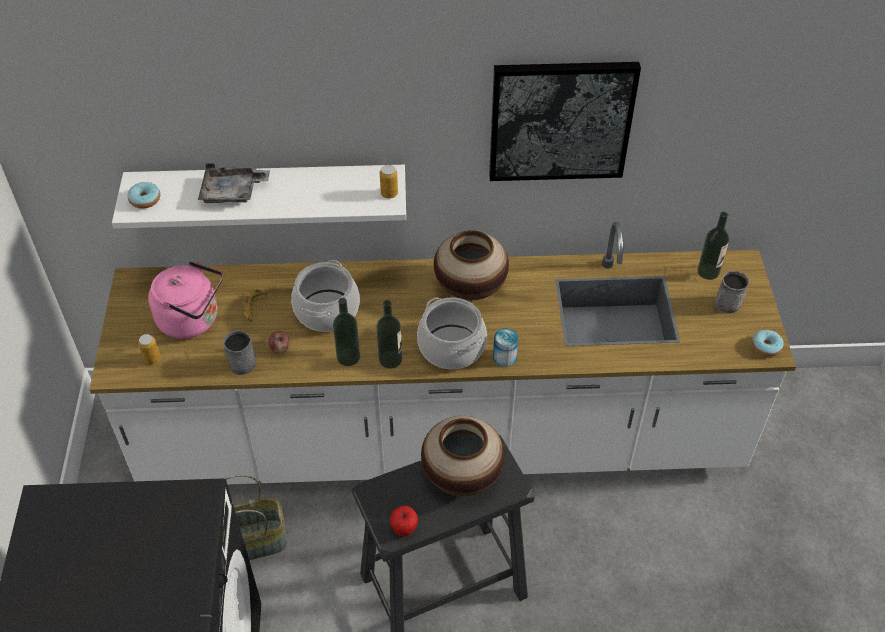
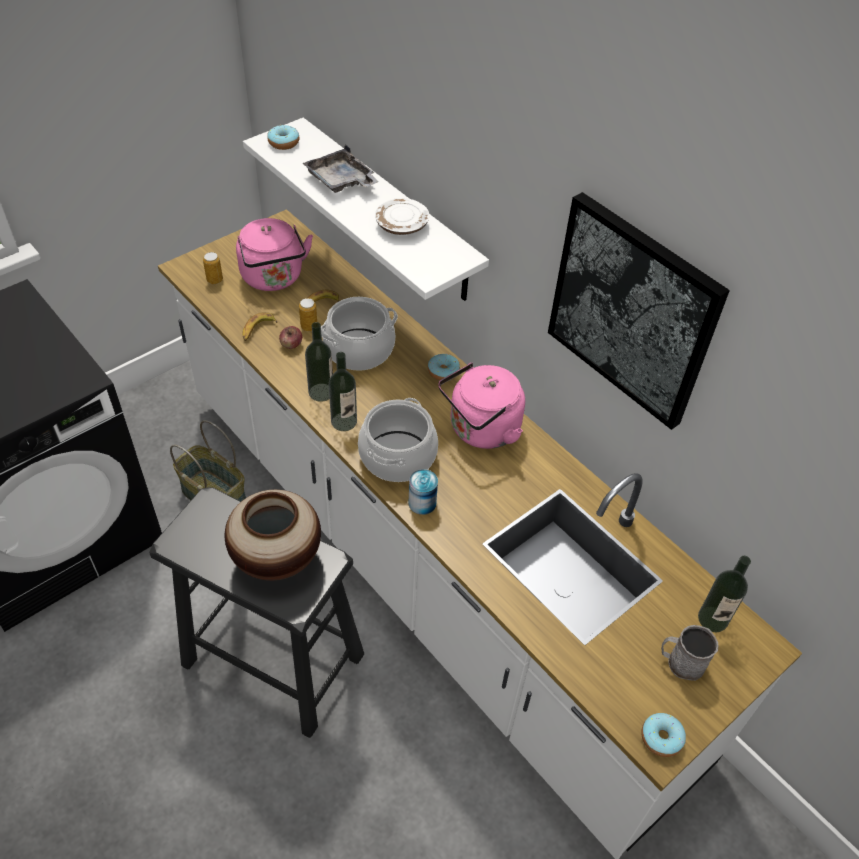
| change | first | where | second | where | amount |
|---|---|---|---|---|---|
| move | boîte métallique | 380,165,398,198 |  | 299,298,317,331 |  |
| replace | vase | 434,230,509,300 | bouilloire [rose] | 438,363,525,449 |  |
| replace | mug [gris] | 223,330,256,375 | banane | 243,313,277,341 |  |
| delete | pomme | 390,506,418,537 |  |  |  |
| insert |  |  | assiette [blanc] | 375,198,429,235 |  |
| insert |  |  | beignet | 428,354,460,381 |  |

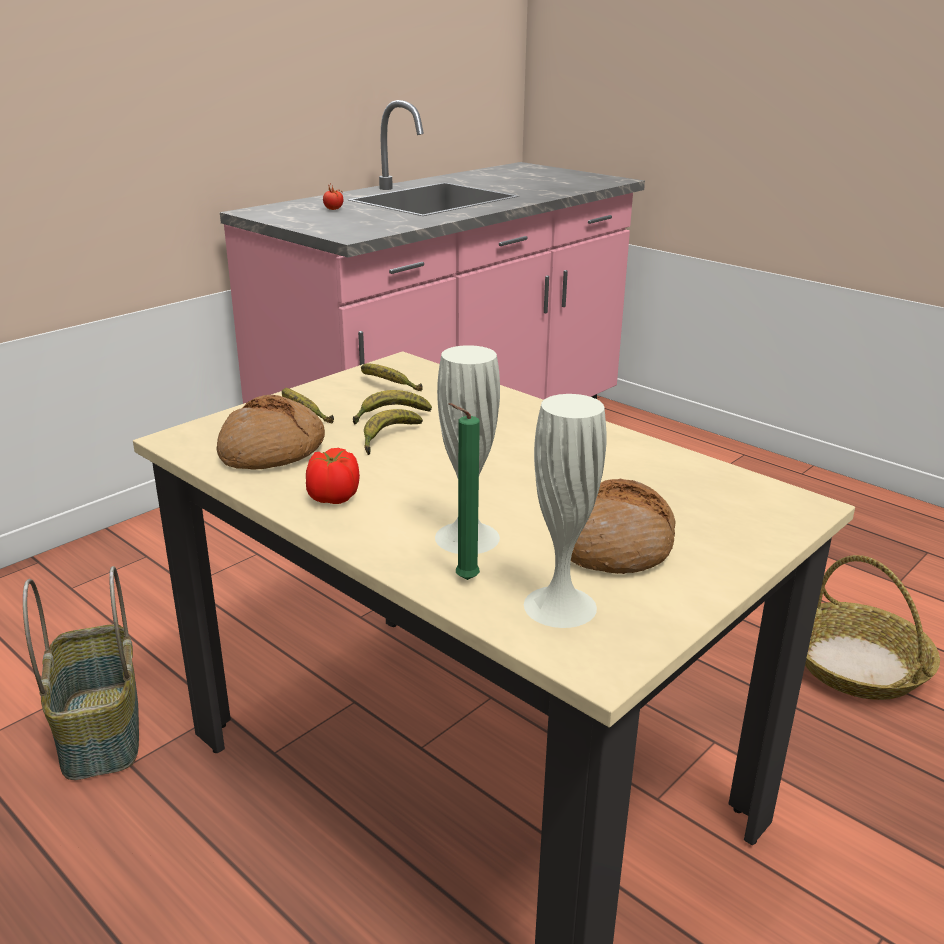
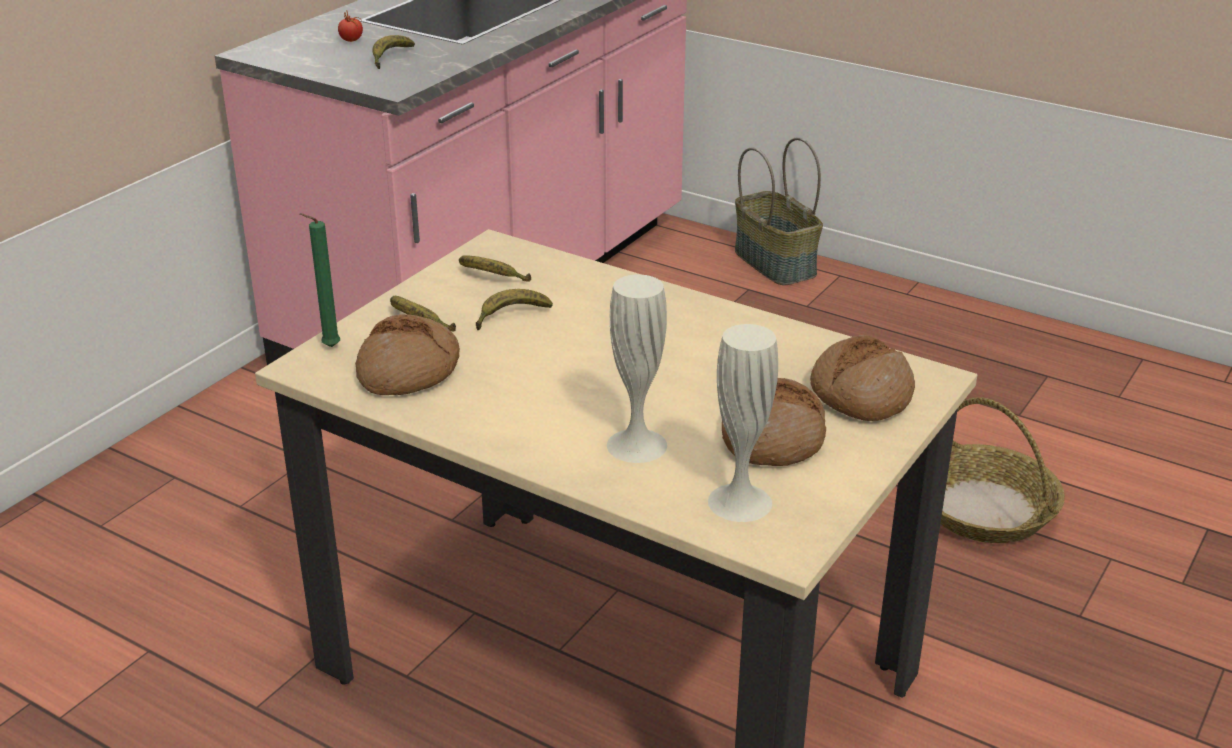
| change | first | where | second | where | amount |
|---|---|---|---|---|---|
| move | bougie [vert] | 448,403,480,580 |  | 300,213,340,347 |  |
| move | banane | 364,409,423,455 |  | 372,35,415,69 |  |
| delete | tomate | 306,448,360,504 |  |  |  |
| move | panier | 23,566,139,780 |  | 735,137,823,285 |  |
| insert |  |  | pain | 810,335,915,421 |  |

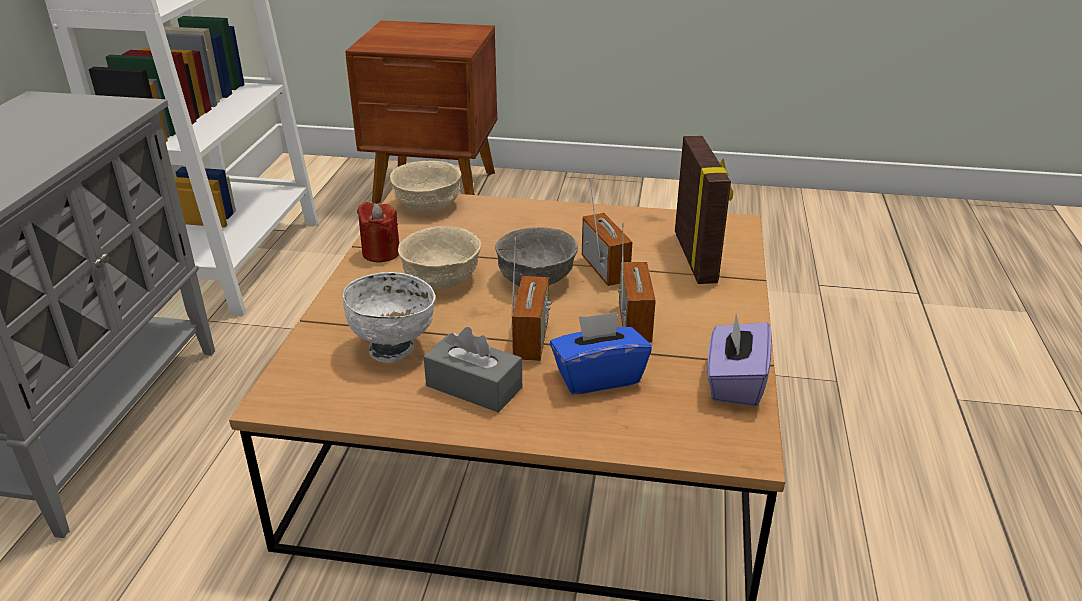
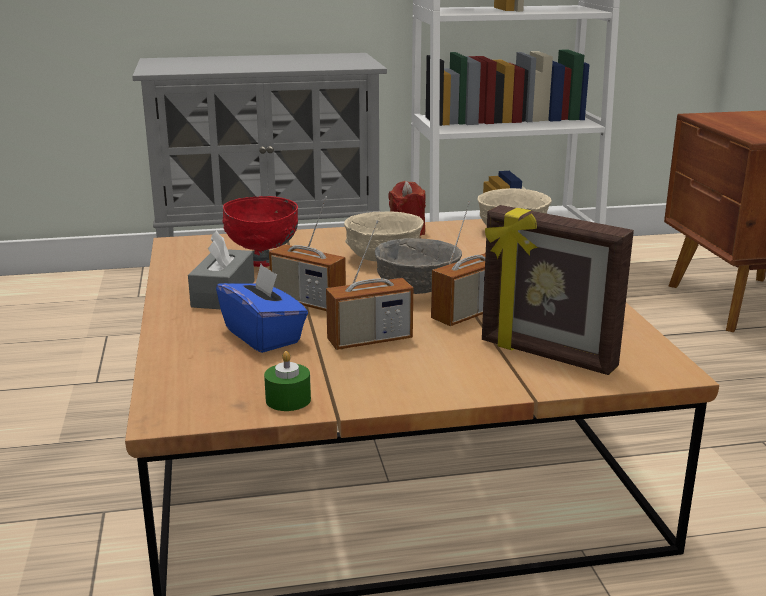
| change | first | where | second | where | amount |
|---|---|---|---|---|---|
| rotate | cadre photo | 675,135,733,284 |  | 482,205,634,375 | 60 degrees clockwise |
| rotate | radio | 511,236,551,361 |  | 269,196,346,311 | 45 degrees clockwise |
| recolor | bol [blanc] | 343,272,435,362 | bol [rouge] | 223,196,298,267 |  |
| replace | boîte à mouchoirs [violet] | 707,314,772,407 | bougie [vert] | 264,351,311,411 |  |

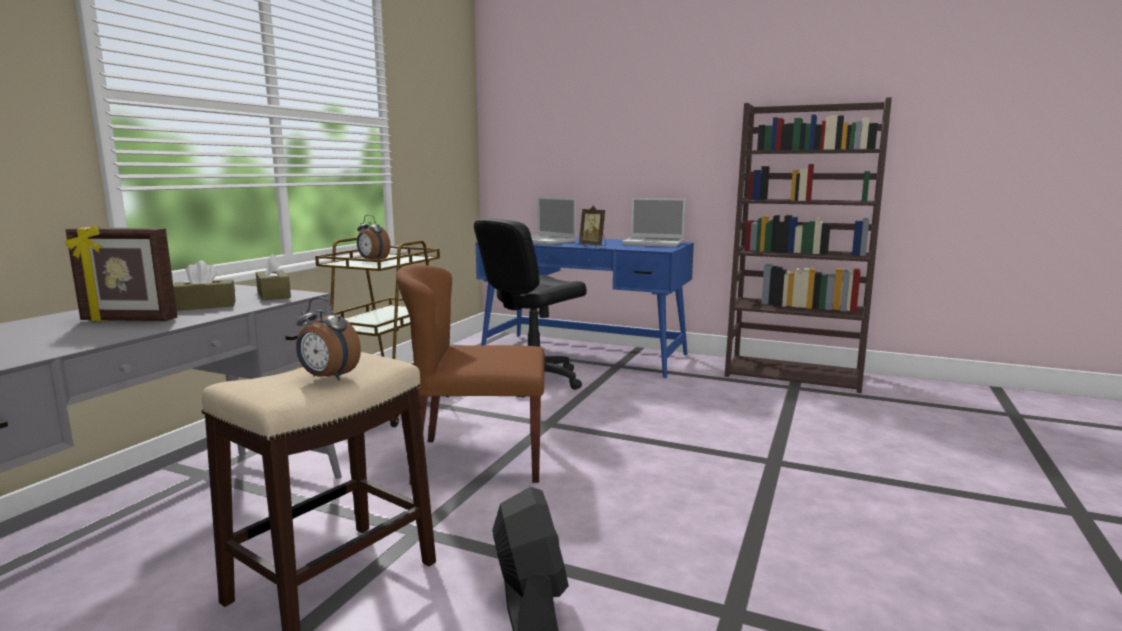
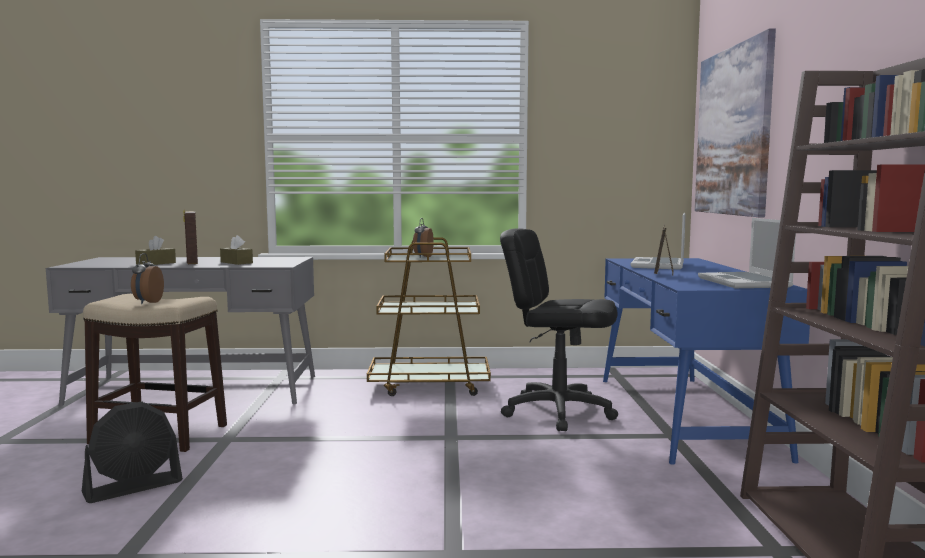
| change | first | where | second | where | amount |
|---|---|---|---|---|---|
| move | boîte à mouchoirs [marron] | 256,254,291,300 |  | 135,236,176,265 |  |
| delete | chaise [marron] | 396,265,545,485 |  |  |  |
| insert |  |  | tableau | 695,29,776,217 |  |

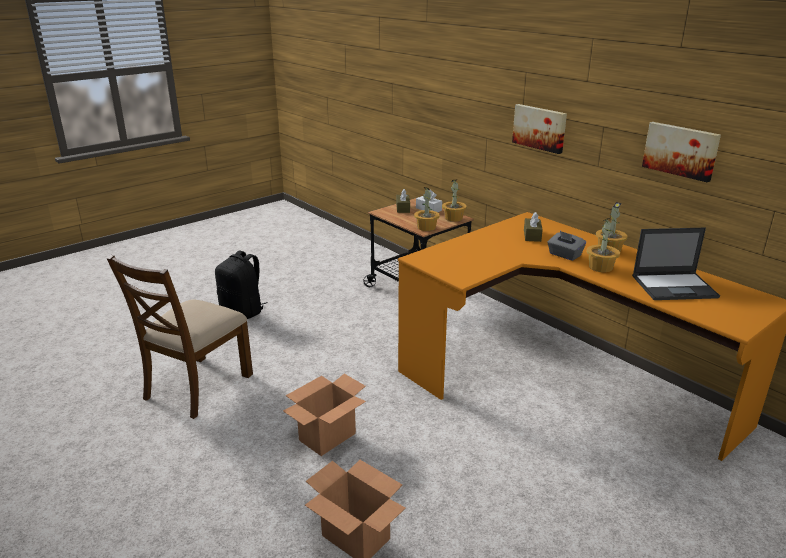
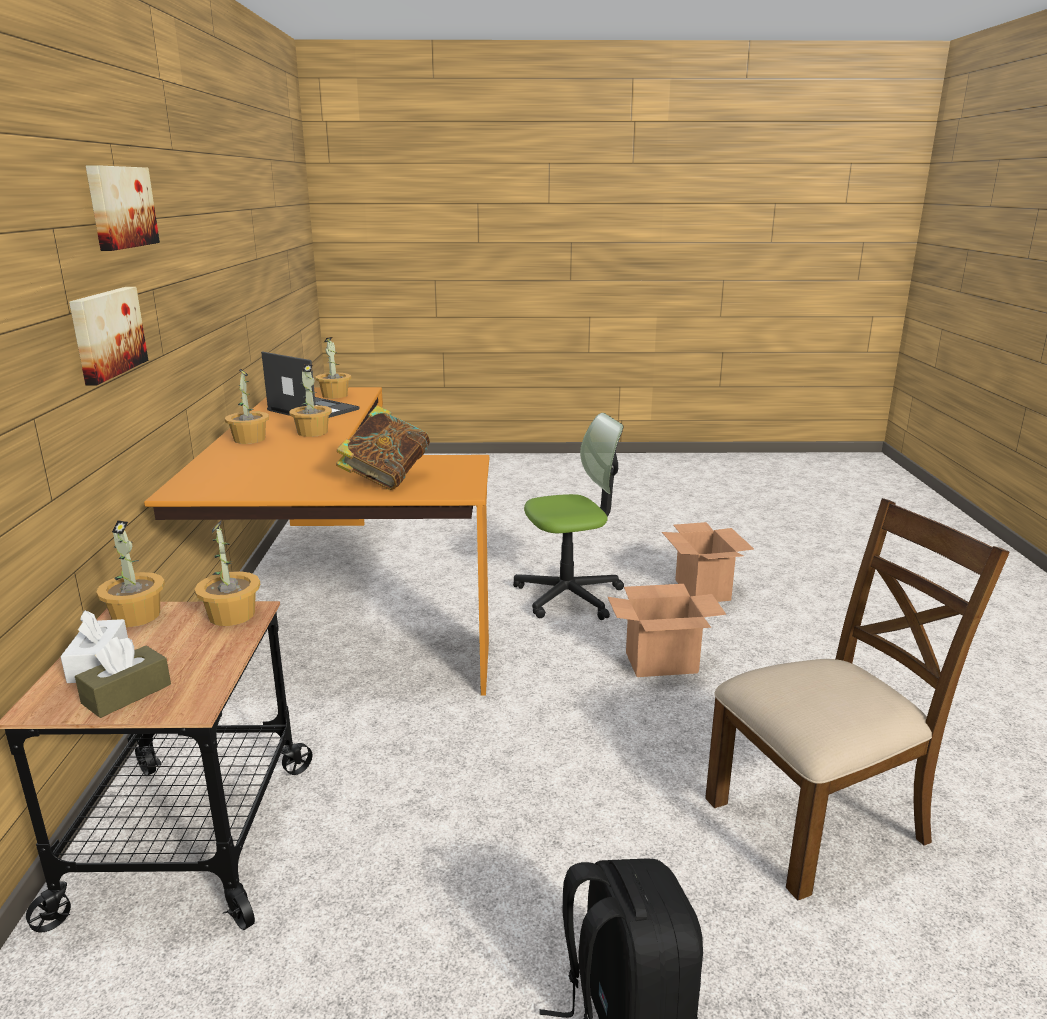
| change | first | where | second | where | amount |
|---|---|---|---|---|---|
| move | tableau | 642,122,721,182 |  | 86,165,160,251 |  |
| delete | boîte à mouchoirs [marron] | 524,212,543,242 |  |  |  |
| delete | boîte à mouchoirs [gris] | 547,231,586,261 |  |  |  |
| insert |  |  | plante en pot | 316,337,351,399 |  |
| insert |  |  | livre | 336,405,430,490 |  |
| insert |  |  | chaise de bureau | 513,413,624,620 |  |

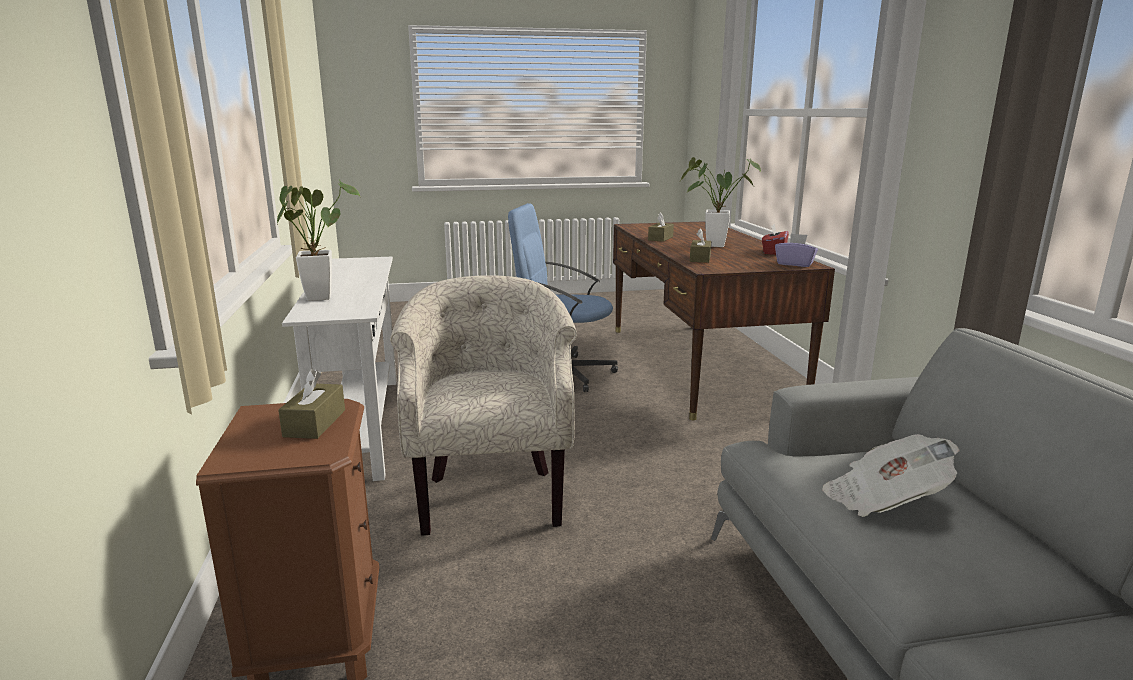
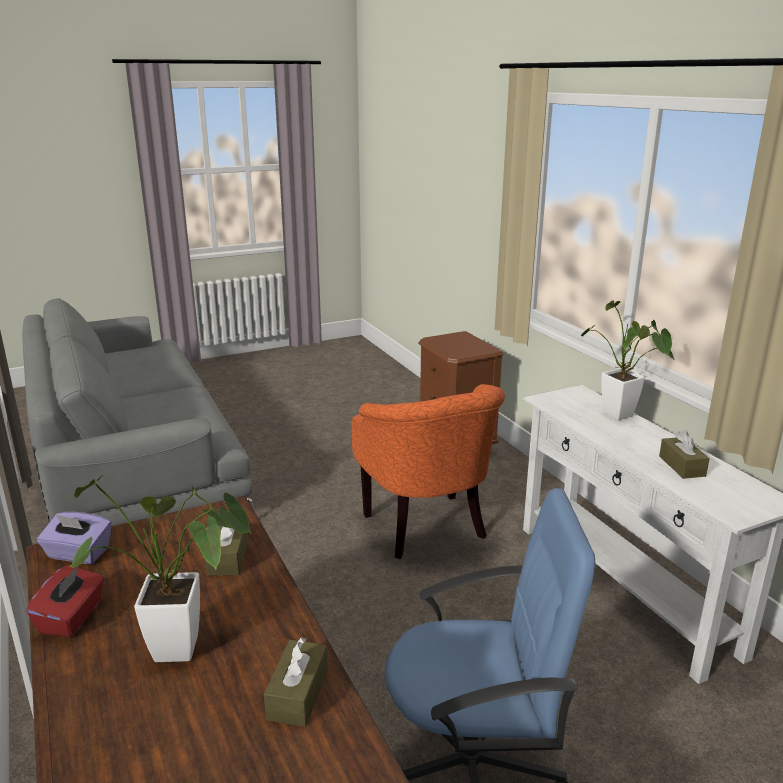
| change | first | where | second | where | amount |
|---|---|---|---|---|---|
| recolor | fauteuil [beige] | 390,275,577,536 | fauteuil [orange] | 352,384,505,559 |  |
| move | boîte à mouchoirs [marron] | 278,369,345,439 |  | 659,430,710,479 |  |
| delete | journal | 822,434,960,517 |  |  |  |

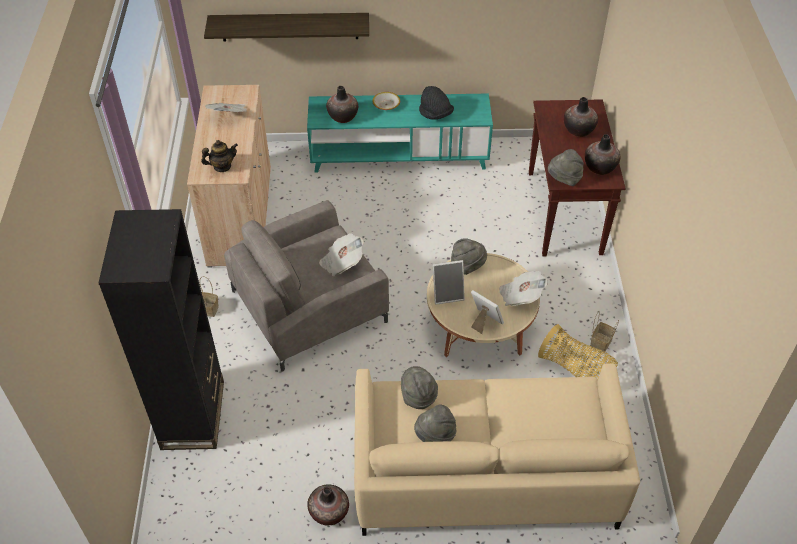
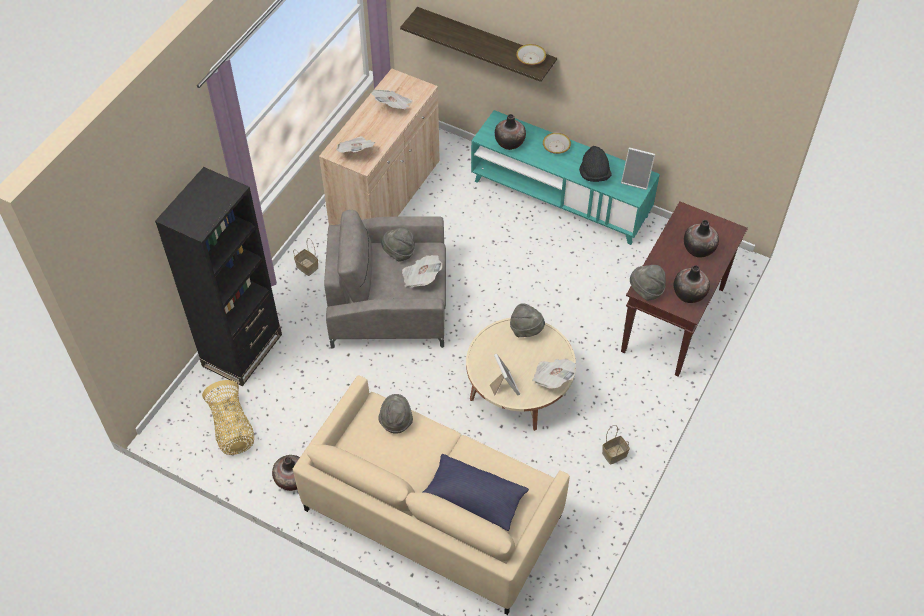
| change | first | where | second | where | amount |
|---|---|---|---|---|---|
| replace | théière | 201,140,238,172 | journal | 336,136,375,153 |  |
| move | cadre photo | 433,260,465,305 |  | 621,147,655,190 |  |
| move | panier | 538,324,618,380 |  | 202,380,254,455 |  |
| move | chapeau [gris] | 414,404,456,442 |  | 381,228,415,262 |  |
| insert |  |  | bol | 516,44,546,65 |  |
| insert |  |  | coussin [bleu] | 423,454,529,531 |  |

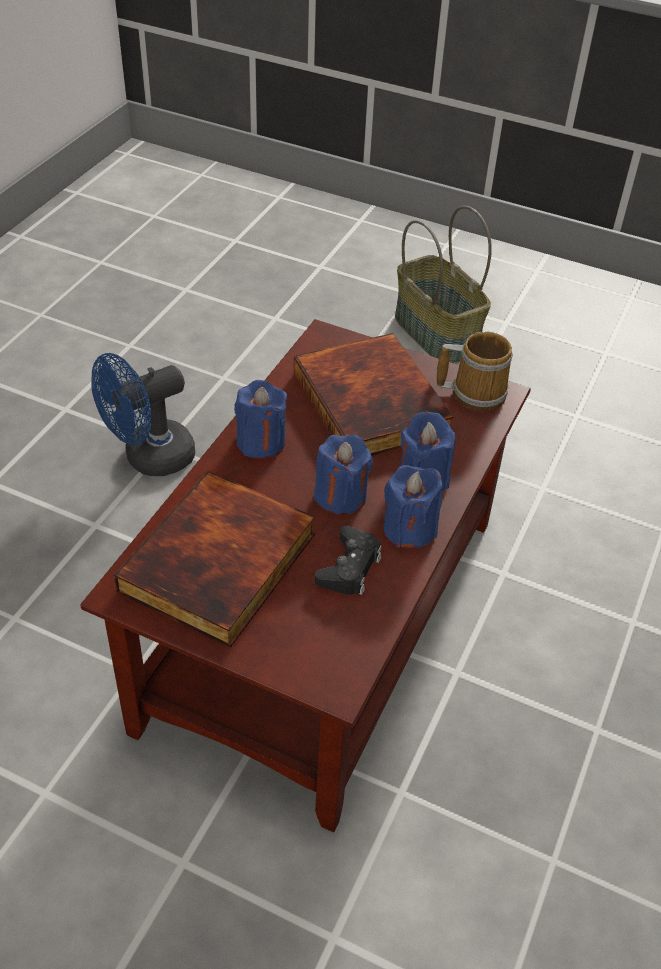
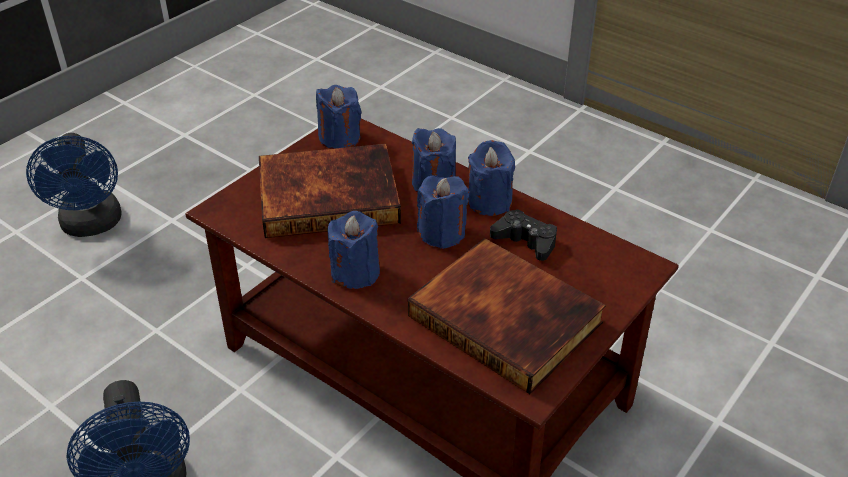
| change | first | where | second | where | amount |
|---|---|---|---|---|---|
| replace | panier | 395,206,492,364 | ventilateur [bleu] | 26,133,122,237 |  |
| replace | mug | 437,332,513,411 | bougie [bleu] | 316,85,362,149 |  |

